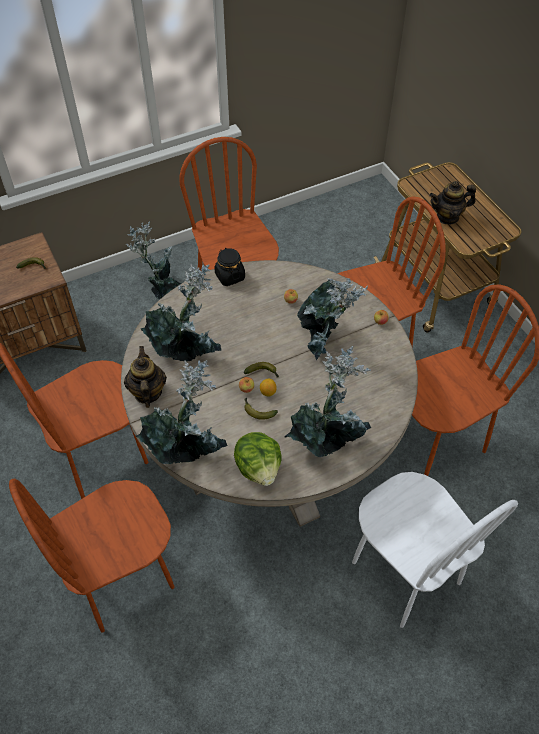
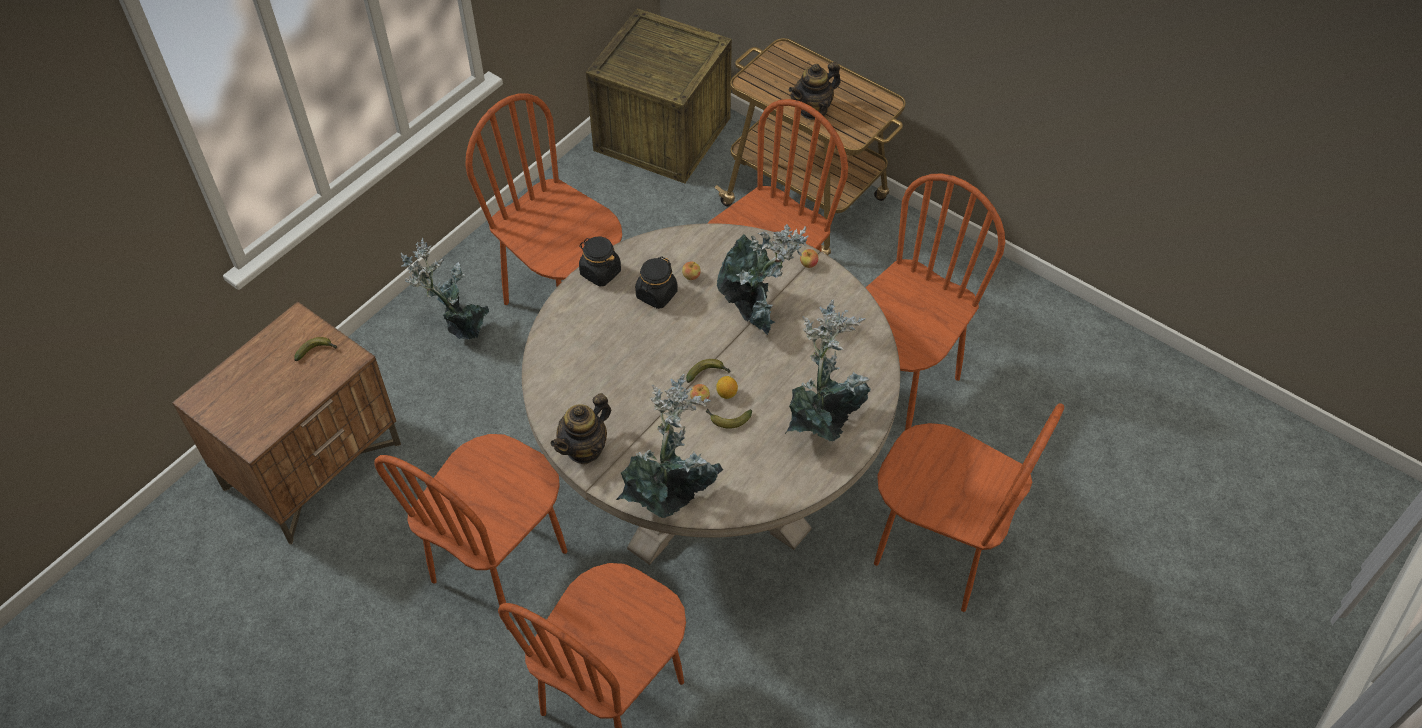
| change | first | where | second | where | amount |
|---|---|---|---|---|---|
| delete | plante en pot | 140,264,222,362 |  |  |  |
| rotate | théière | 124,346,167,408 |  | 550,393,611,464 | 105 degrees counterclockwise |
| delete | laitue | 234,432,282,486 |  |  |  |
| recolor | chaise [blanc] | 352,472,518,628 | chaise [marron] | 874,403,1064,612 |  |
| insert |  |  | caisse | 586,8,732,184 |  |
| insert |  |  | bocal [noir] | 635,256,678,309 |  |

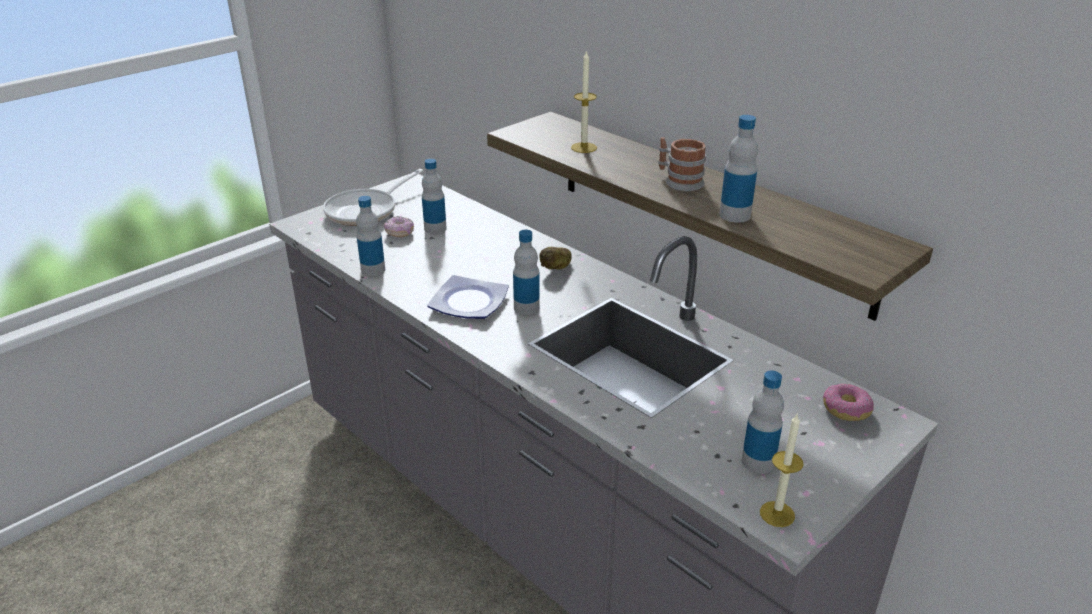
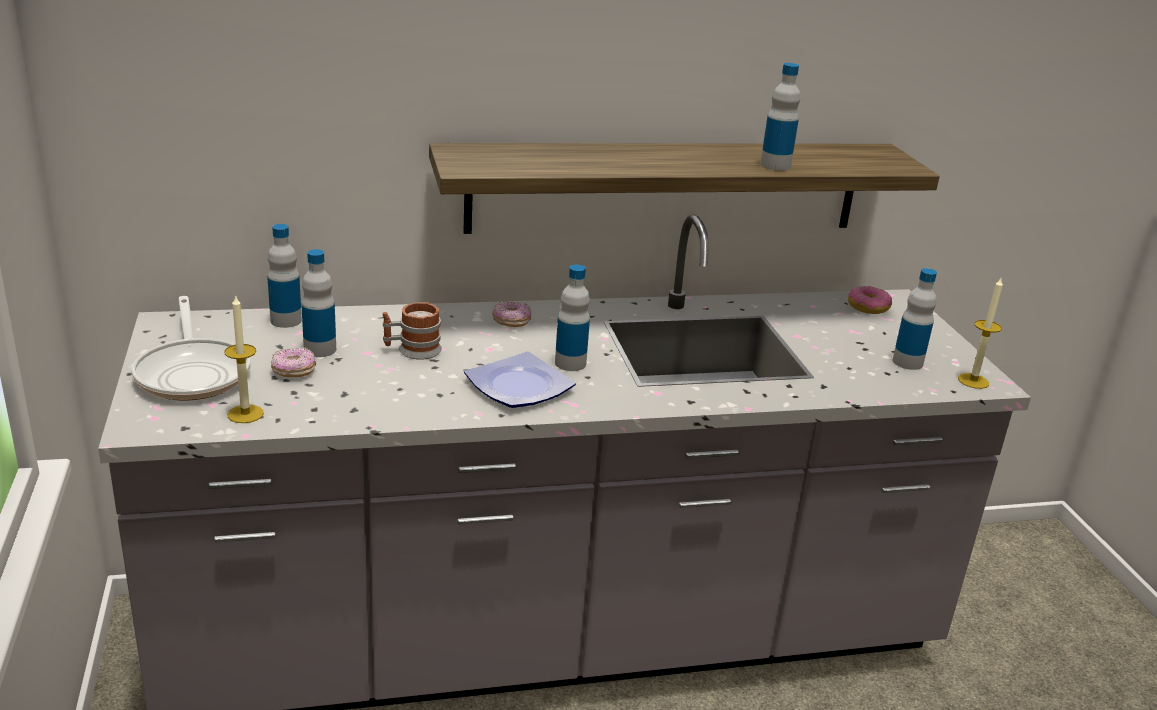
| change | first | where | second | where | amount |
|---|---|---|---|---|---|
| move | bougie | 571,50,597,153 |  | 224,295,264,423 |  |
| move | mug | 658,137,706,191 |  | 382,302,442,360 |  |
| move | bouteille | 356,196,385,277 |  | 267,224,302,328 |  |
| replace | pomme de terre | 539,247,571,269 | beignet | 492,301,531,327 |  |

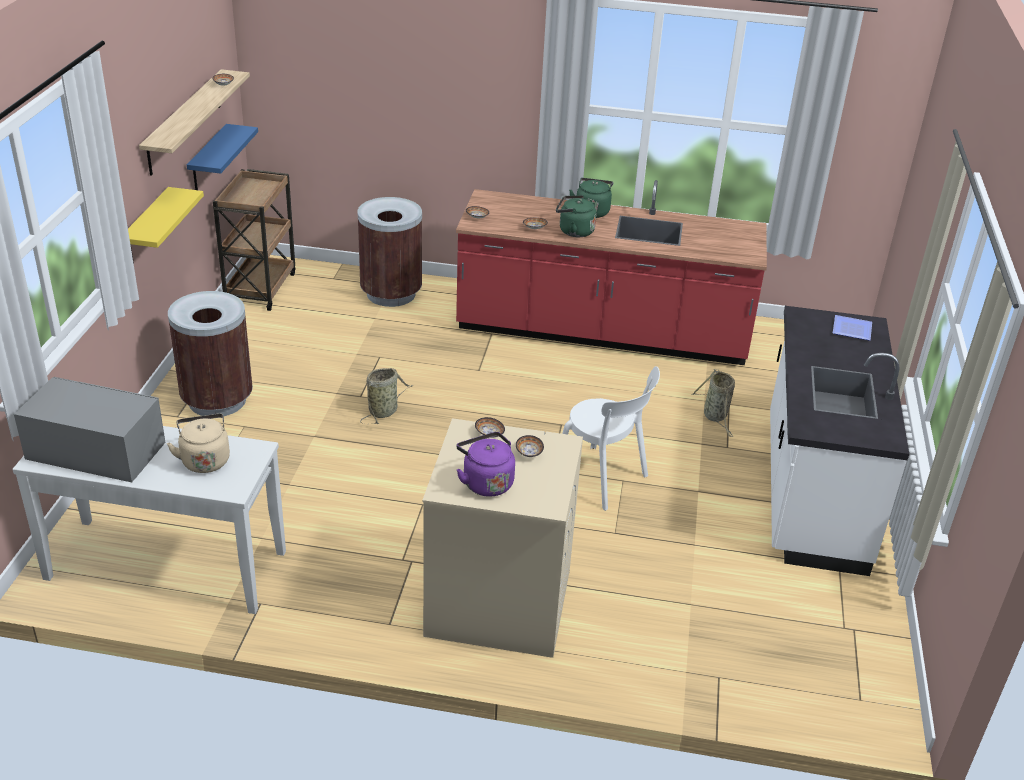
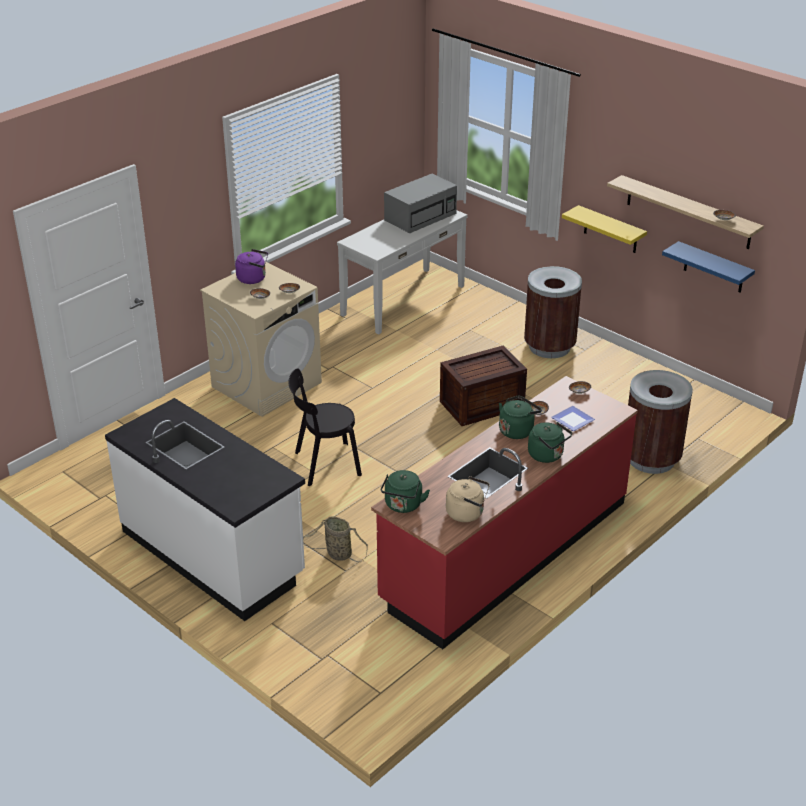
| change | first | where | second | where | amount |
|---|---|---|---|---|---|
| delete | chariot [marron] | 213,169,296,311 |  |  |  |
| move | assiette | 833,315,872,340 |  | 551,406,595,431 |  |
| recolor | chaise [blanc] | 562,366,660,511 | chaise [noir] | 289,368,362,486 |  |
| replace | panier | 360,368,414,424 | caisse | 440,346,527,426 |  |
| move | bouilloire [beige] | 167,414,230,473 |  | 446,476,490,522 |  |
| insert |  |  | bouilloire [vert] | 381,470,430,513 |  |

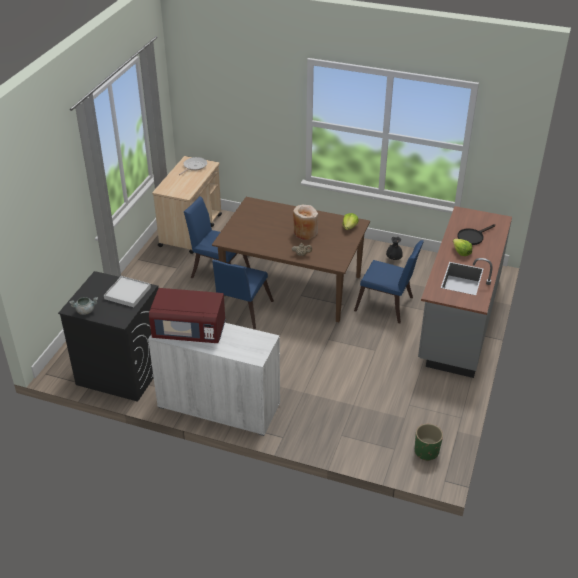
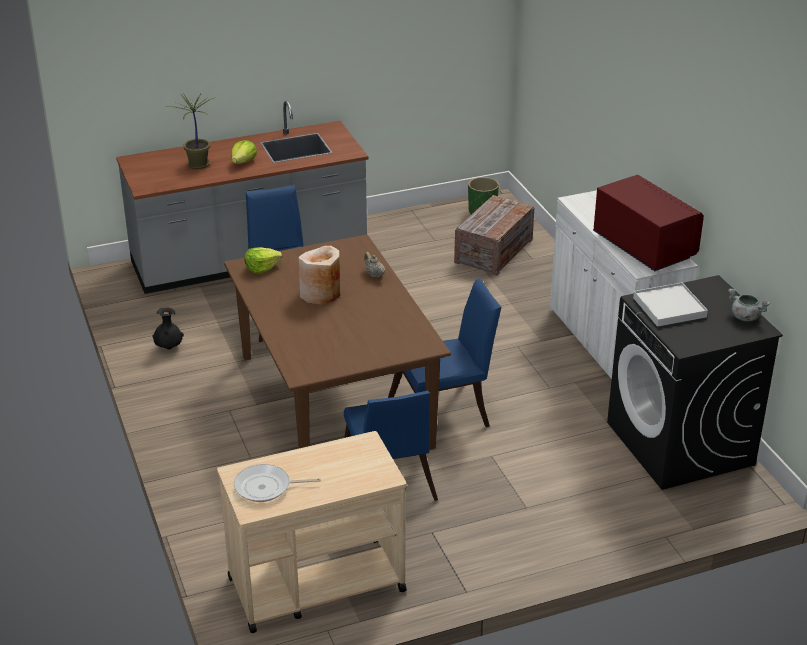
| change | first | where | second | where | amount |
|---|---|---|---|---|---|
| replace | poêle [noir] | 457,224,495,245 | plante en pot | 168,93,216,169 |  |
| insert |  |  | caisse | 454,195,535,276 |  |

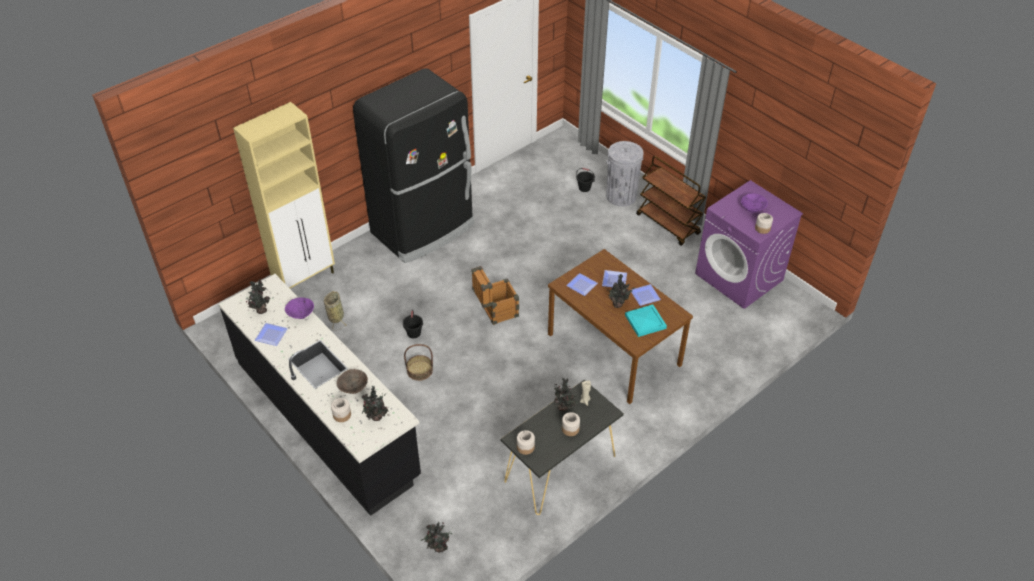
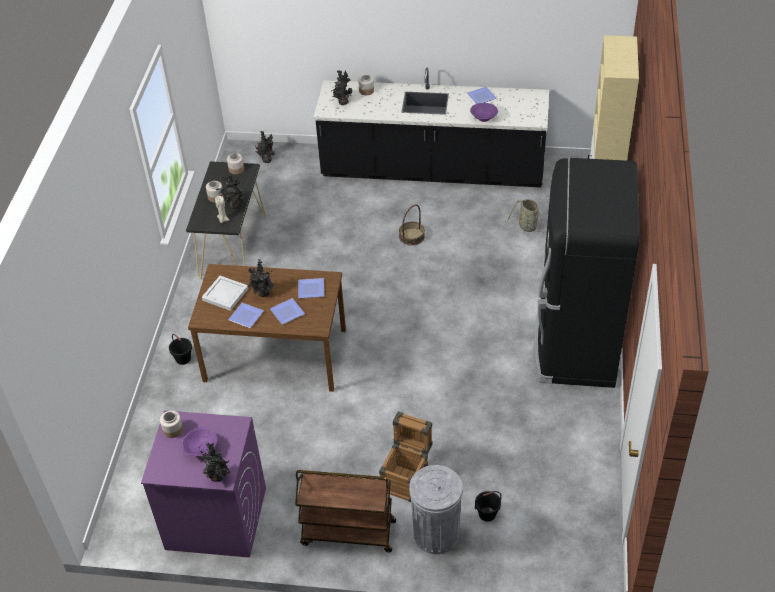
| change | first | where | second | where | amount |
|---|---|---|---|---|---|
| move | caisse | 471,266,519,325 |  | 379,411,432,502 |  |
| move | plante en pot | 246,279,270,314 |  | 200,442,230,482 |  |
| recolor | plateau [turquoise] | 625,304,667,337 | plateau [blanc] | 202,276,249,311 |  |
| move | seau [noir] | 403,310,423,338 |  | 169,334,192,365 |  |
| delete | bol [marron] | 337,369,368,394 |  |  |  |

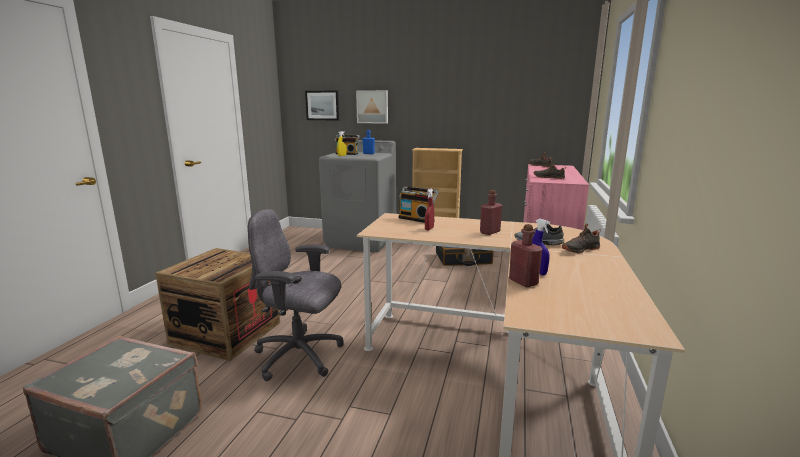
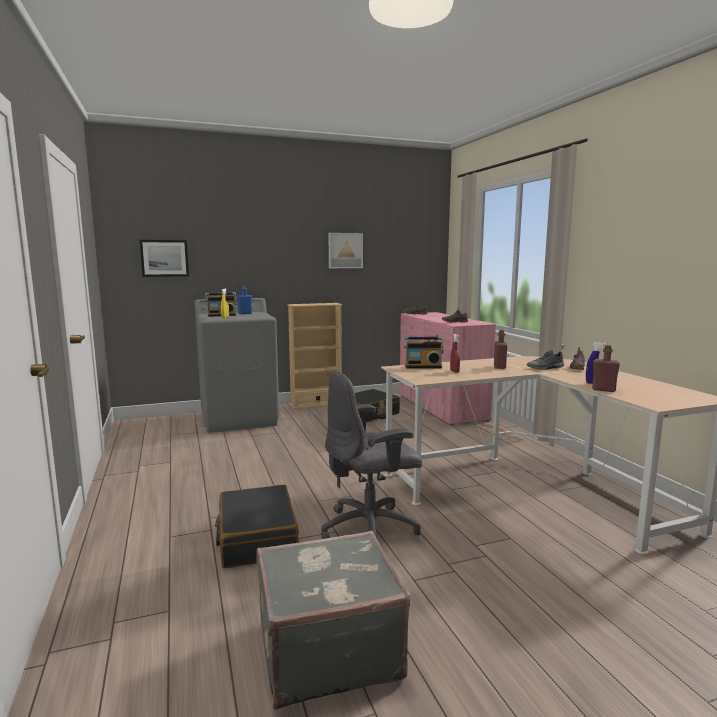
| change | first | where | second | where | amount |
|---|---|---|---|---|---|
| move | tableau | 356,90,388,124 |  | 328,233,363,268 |  |
| replace | caisse | 155,248,280,361 | valise [noir] | 215,485,299,568 |  |

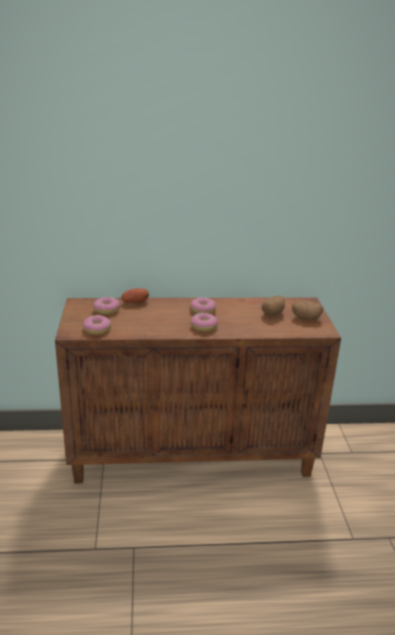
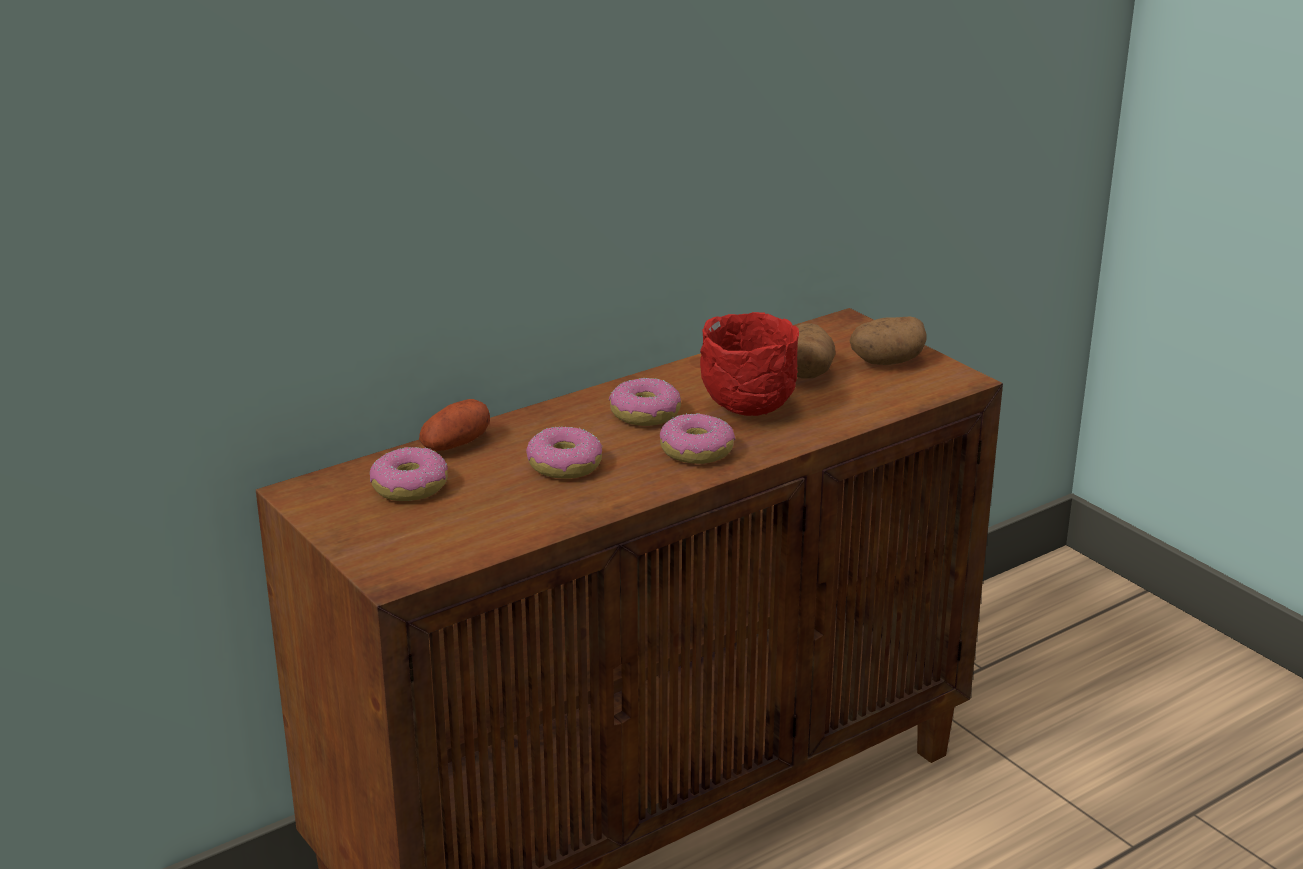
| change | first | where | second | where | amount |
|---|---|---|---|---|---|
| move | beignet | 83,315,111,335 |  | 526,427,602,479 |  |
| insert |  |  | bol [rouge] | 700,312,799,416 |  |

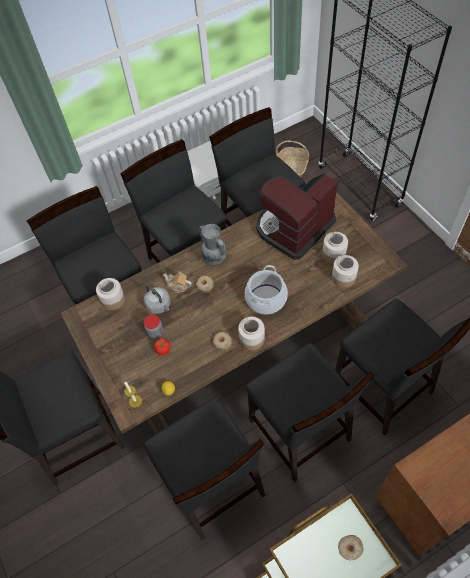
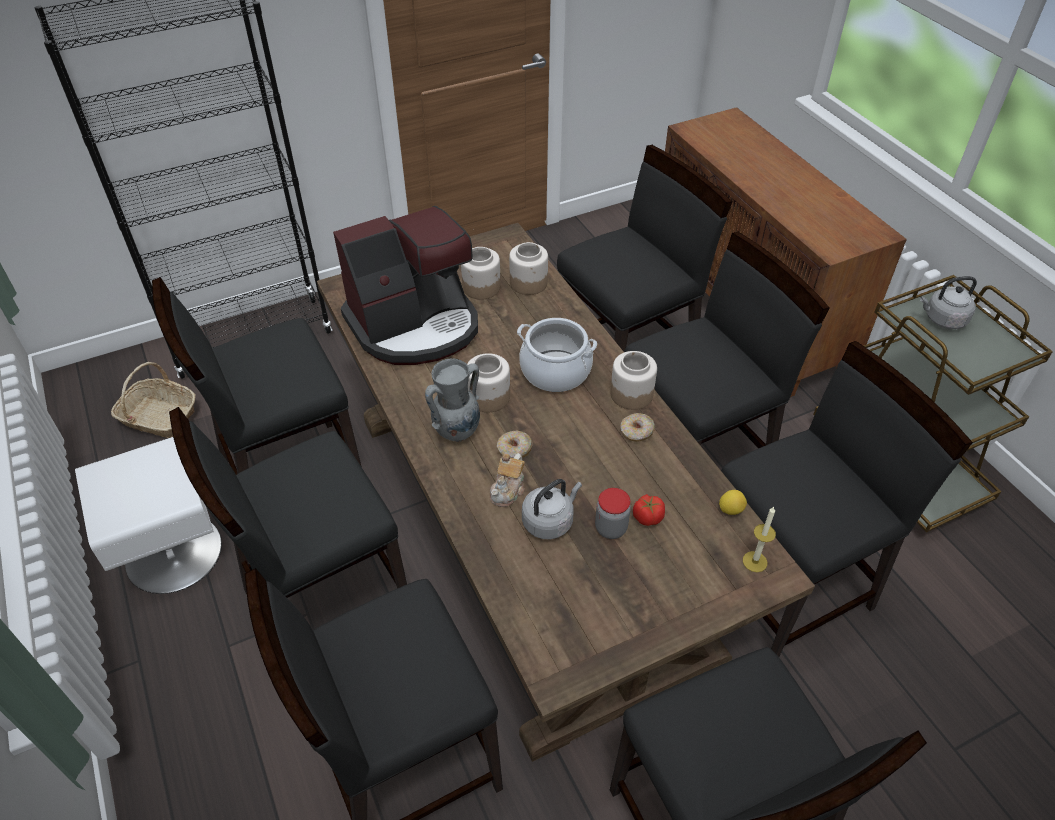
| change | first | where | second | where | amount |
|---|---|---|---|---|---|
| rotate | machine à café | 256,173,338,260 |  | 333,206,478,365 | 75 degrees counterclockwise |
| move | bocal | 96,278,125,310 |  | 467,353,510,412 |  |
| replace | beignet | 338,535,364,561 | bouilloire [gris] | 920,276,977,329 |  |

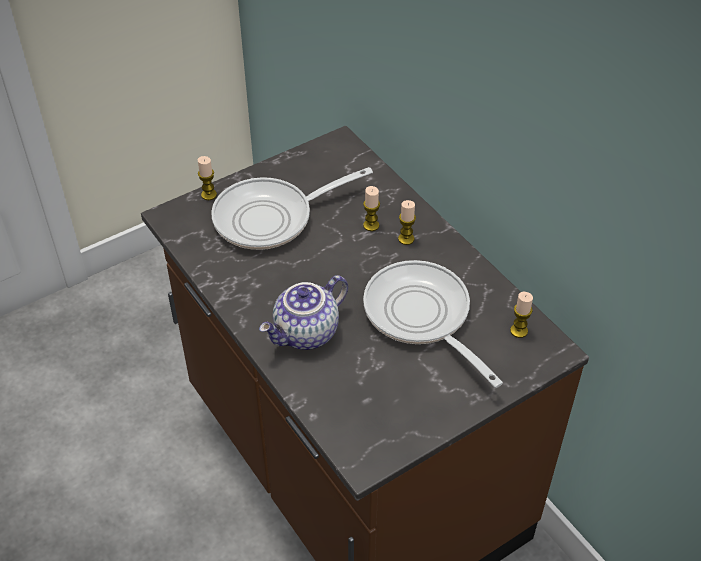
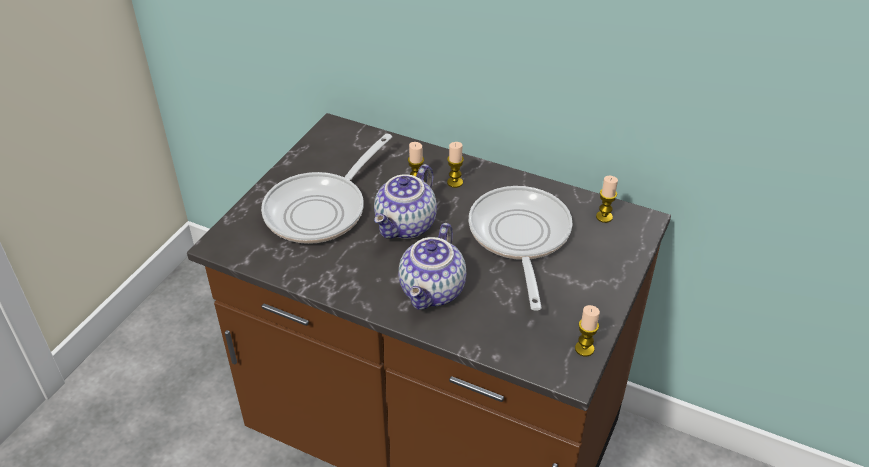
| change | first | where | second | where | amount |
|---|---|---|---|---|---|
| move | bougie | 198,156,217,200 |  | 575,305,600,356 |  |
| rotate | poêle | 363,260,503,388 |  | 469,186,572,311 | 60 degrees clockwise |
| insert |  |  | théière | 374,164,437,239 |  |

